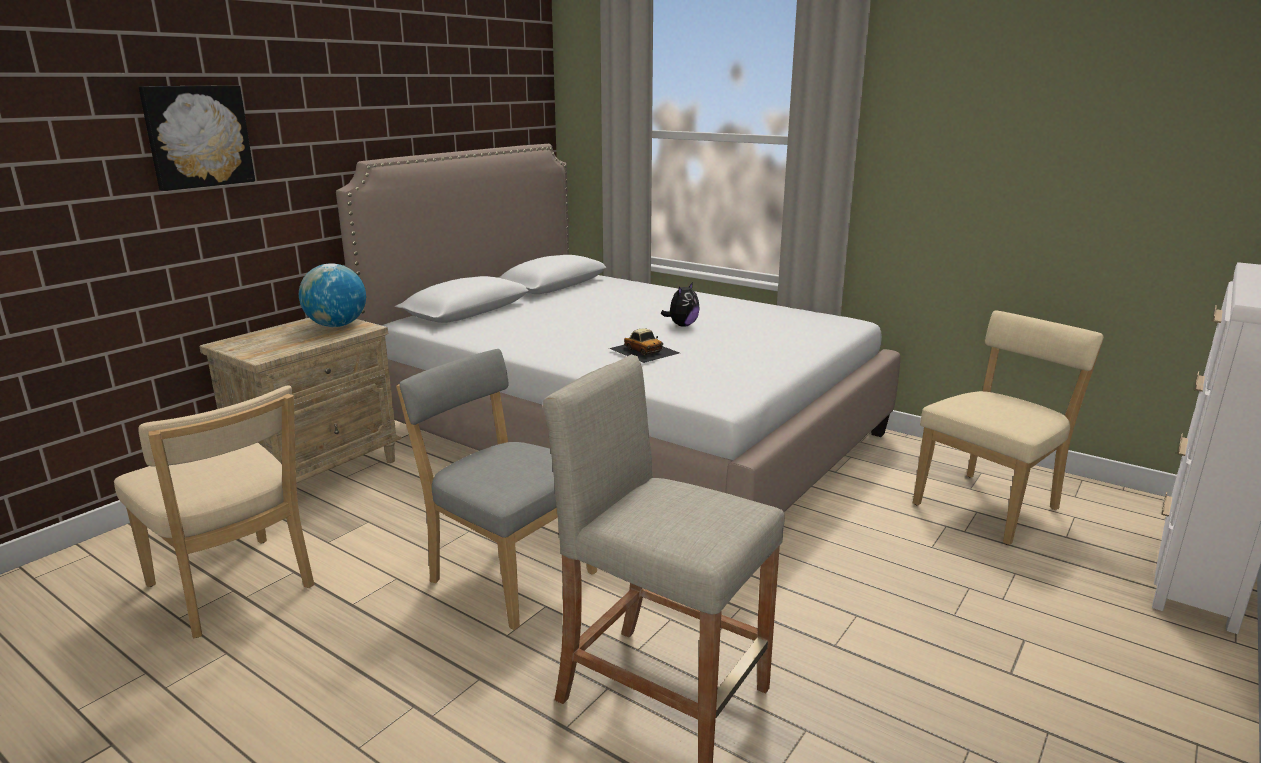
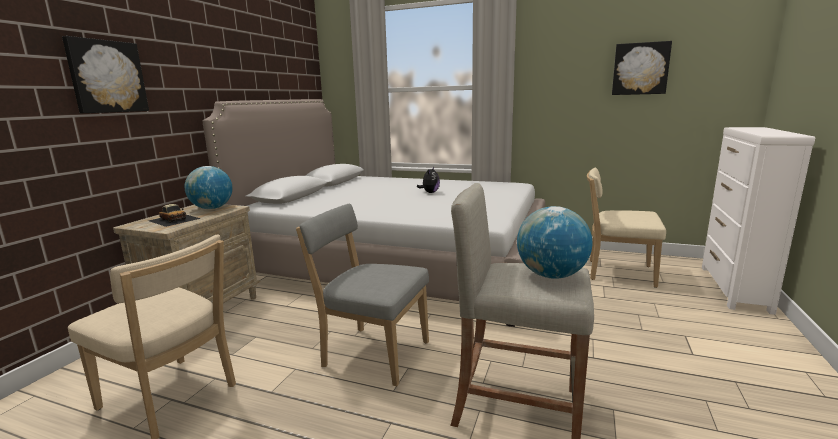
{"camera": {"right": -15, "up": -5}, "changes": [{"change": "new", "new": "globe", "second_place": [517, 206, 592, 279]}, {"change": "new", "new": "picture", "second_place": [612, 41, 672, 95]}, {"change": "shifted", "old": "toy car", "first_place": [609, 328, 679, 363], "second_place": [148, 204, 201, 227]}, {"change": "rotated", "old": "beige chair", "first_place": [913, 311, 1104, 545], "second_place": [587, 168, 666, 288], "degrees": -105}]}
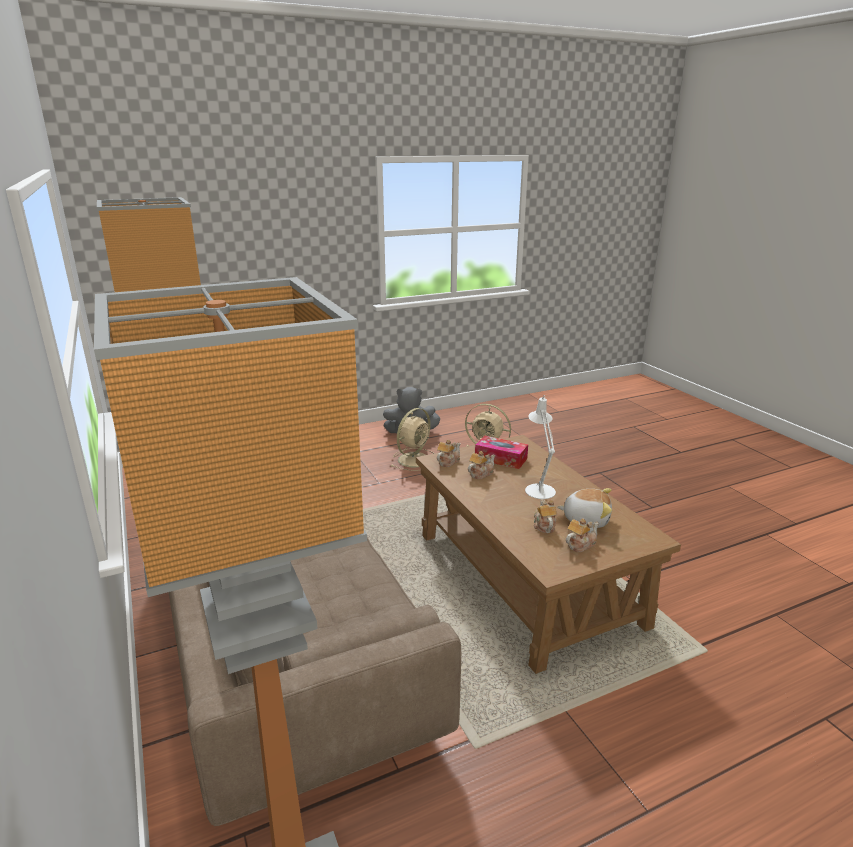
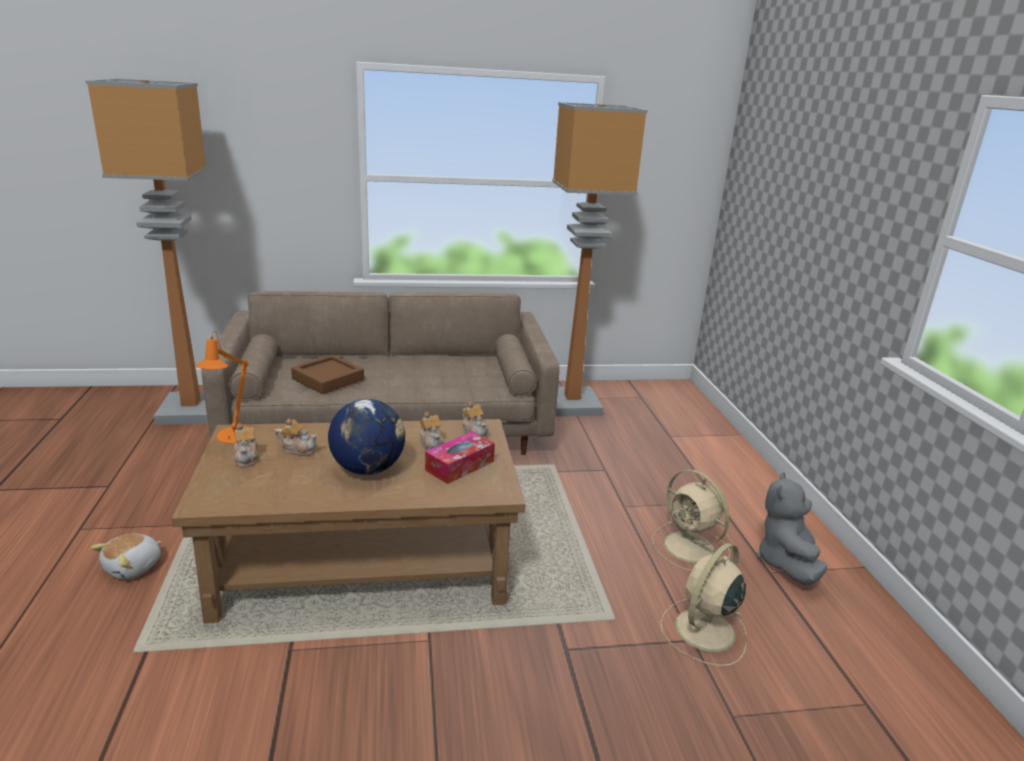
{"camera": {"right": 105, "up": 0}, "changes": [{"change": "new", "new": "orange table lamp", "second_place": [196, 331, 249, 444]}, {"change": "new", "new": "brown tray", "second_place": [291, 355, 364, 394]}, {"change": "shifted", "old": "plush toy", "first_place": [557, 488, 612, 528], "second_place": [91, 533, 162, 580]}, {"change": "swapped", "old": "white table lamp", "new": "globe", "first_place": [525, 395, 556, 499], "second_place": [328, 399, 405, 475]}]}
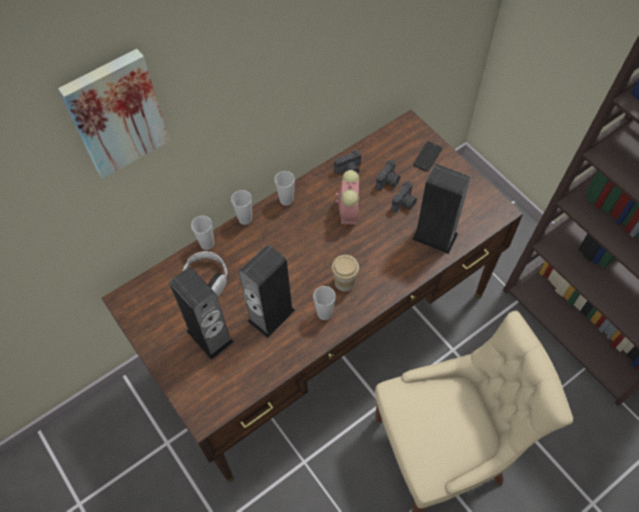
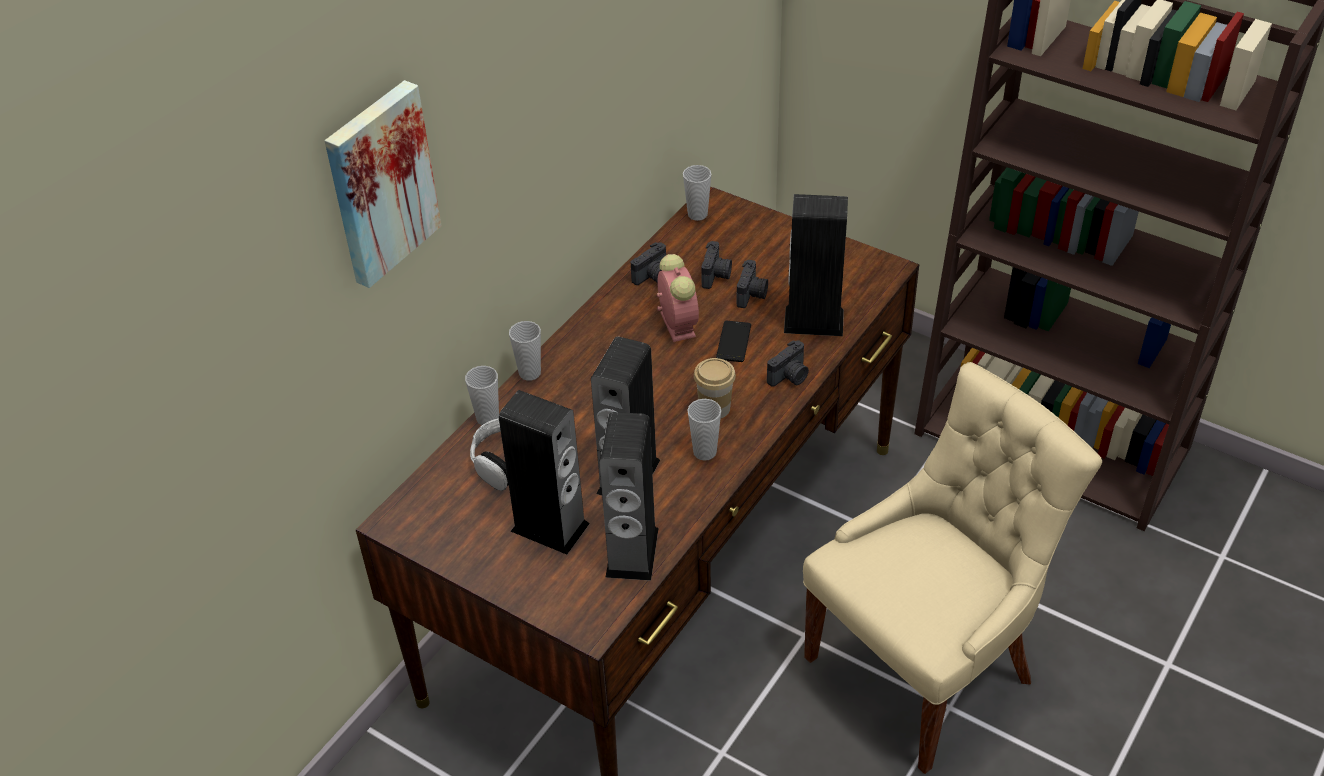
{"camera": {"right": -20, "up": -15}, "changes": [{"change": "new", "new": "speaker", "second_place": [599, 412, 658, 581]}, {"change": "new", "new": "photo camera", "second_place": [767, 340, 809, 387]}, {"change": "shifted", "old": "cup", "first_place": [274, 171, 295, 206], "second_place": [683, 165, 711, 221]}, {"change": "shifted", "old": "phone", "first_place": [413, 141, 443, 172], "second_place": [716, 321, 751, 362]}]}
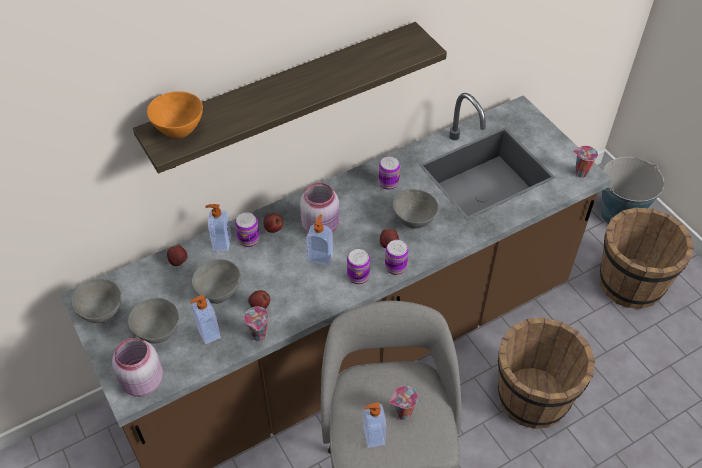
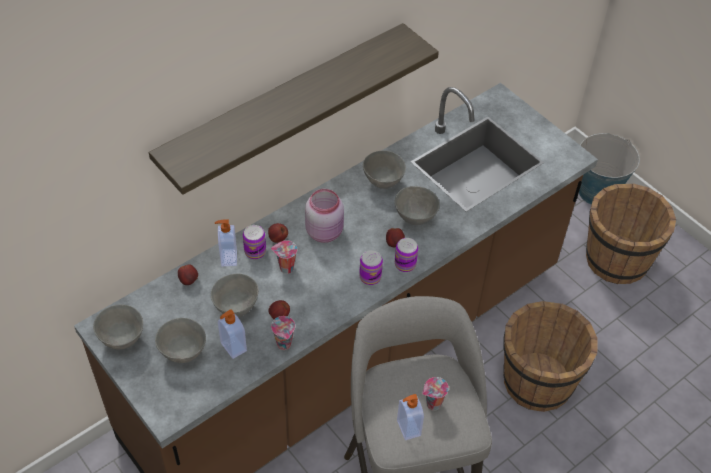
{"camera": {"right": -10, "up": 0}, "changes": [{"change": "gone", "old": "pink jar", "first_place": [112, 338, 163, 397]}, {"change": "gone", "old": "orange bowl", "first_place": [147, 91, 203, 138]}, {"change": "gone", "old": "soap dispenser", "first_place": [306, 215, 333, 266]}, {"change": "shifted", "old": "cup", "first_place": [573, 146, 598, 178], "second_place": [271, 240, 297, 274]}, {"change": "swapped", "old": "can", "new": "grey bowl", "first_place": [379, 156, 400, 190], "second_place": [363, 151, 406, 189]}]}
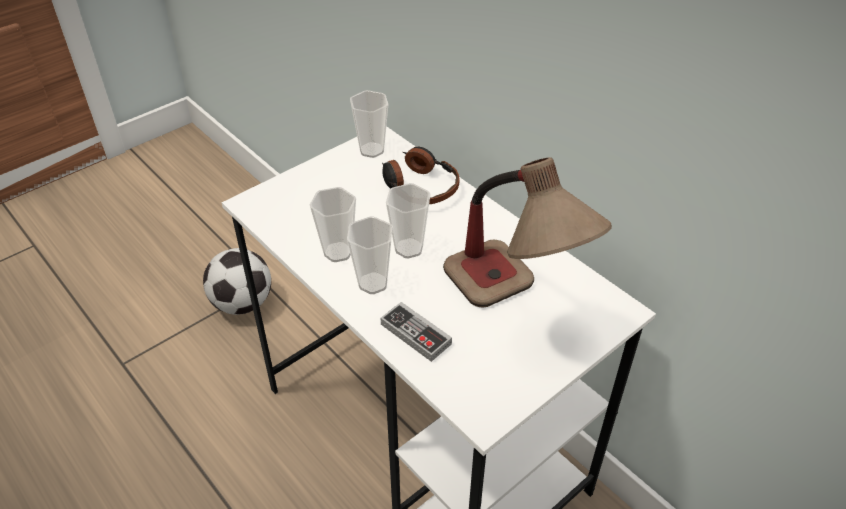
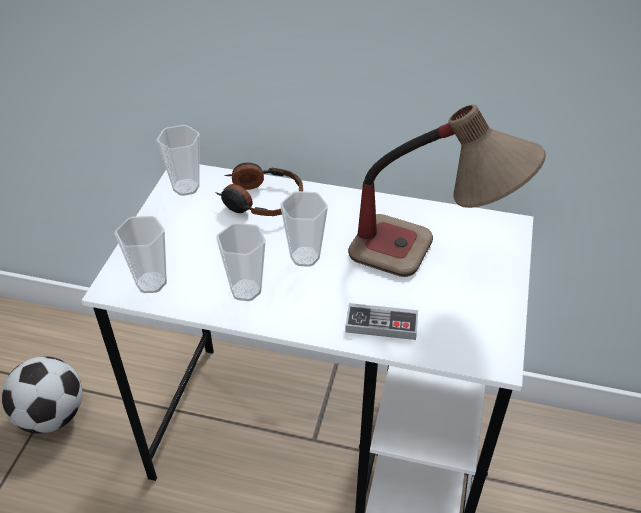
{"camera": {"right": -35, "up": 0}, "changes": [{"change": "shifted", "old": "cup", "first_place": [347, 216, 393, 294], "second_place": [114, 216, 167, 293]}]}
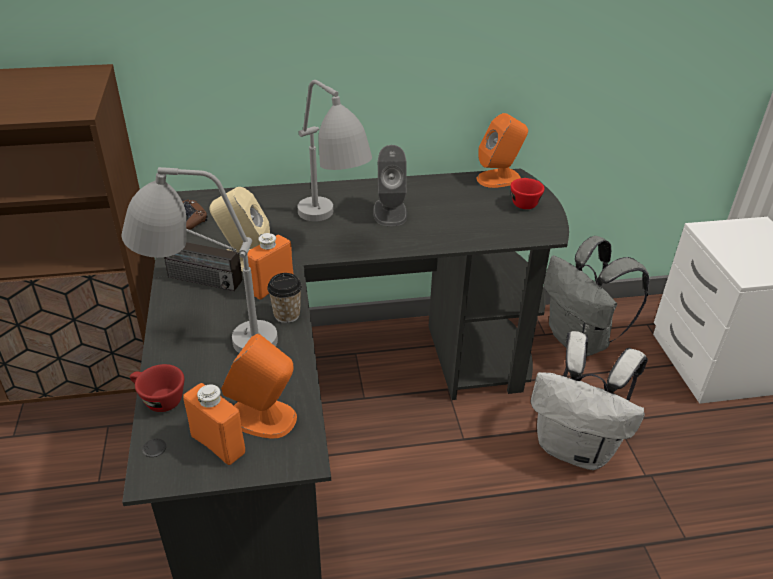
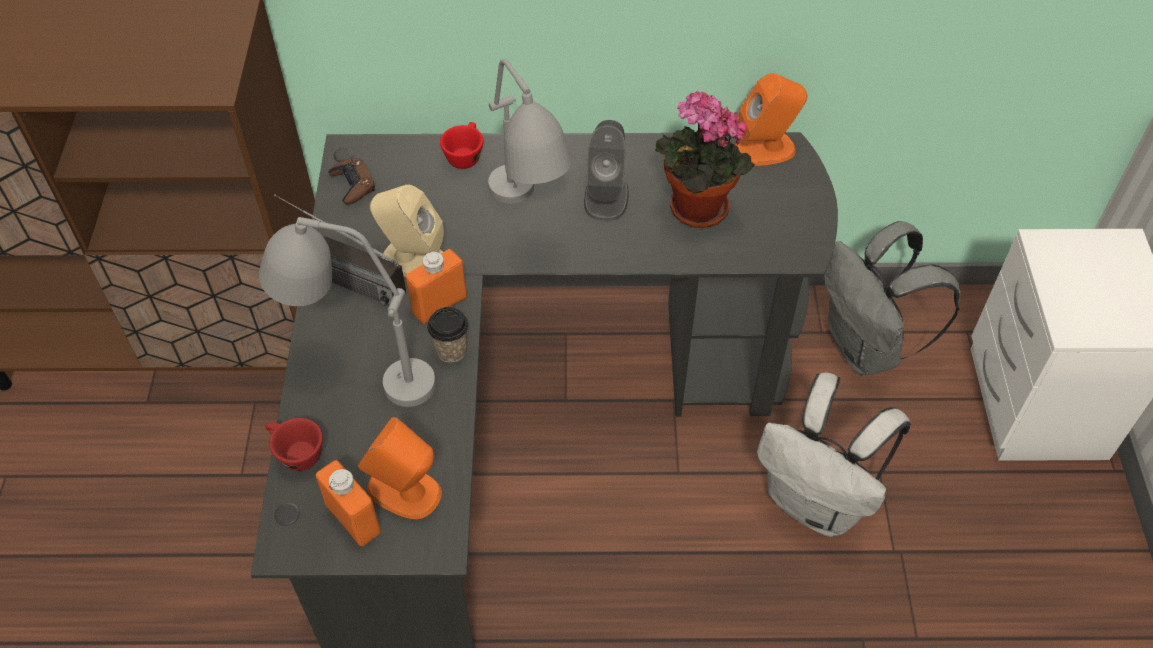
{"camera": {"right": 10, "up": 15}, "changes": [{"change": "new", "new": "potted plant", "second_place": [655, 91, 755, 228]}, {"change": "shifted", "old": "red cup", "first_place": [511, 178, 545, 209], "second_place": [440, 122, 483, 169]}]}
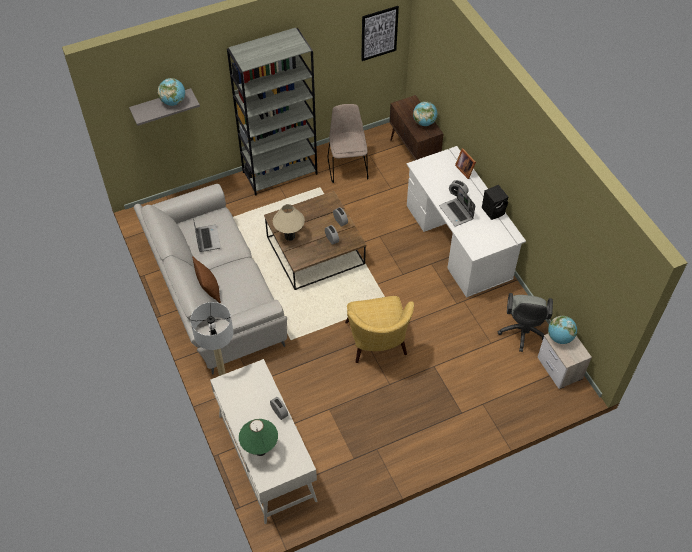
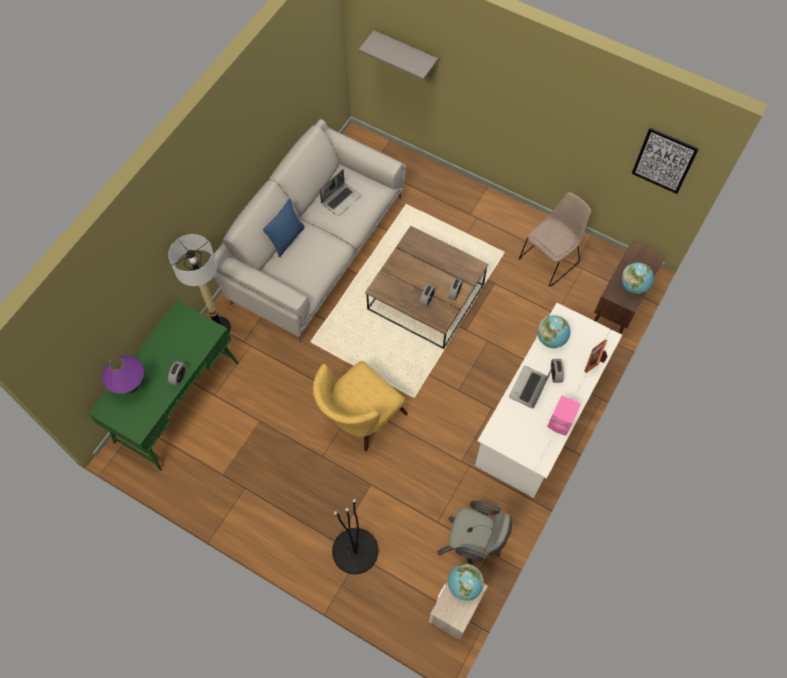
{"camera": {"right": 55, "up": 10}, "changes": [{"change": "gone", "old": "grey bookcase", "first_place": [227, 28, 317, 196]}, {"change": "gone", "old": "beige table lamp", "first_place": [273, 204, 305, 241]}, {"change": "new", "new": "black floor lamp", "second_place": [332, 499, 378, 574]}, {"change": "shifted", "old": "globe", "first_place": [158, 78, 185, 106], "second_place": [537, 315, 570, 348]}, {"change": "repainted", "old": "brown pillow", "new": "blue pillow", "first_place": [192, 256, 221, 304], "second_place": [263, 199, 305, 257]}, {"change": "repainted", "old": "white desk", "new": "green desk", "first_place": [210, 359, 317, 524], "second_place": [89, 301, 239, 471]}, {"change": "repainted", "old": "green table lamp", "new": "purple table lamp", "first_place": [239, 419, 278, 456], "second_place": [102, 355, 144, 394]}, {"change": "repainted", "old": "black speaker", "new": "pink speaker", "first_place": [482, 185, 508, 220], "second_place": [547, 395, 581, 436]}, {"change": "rotated", "old": "grey office chair", "first_place": [497, 293, 553, 352], "second_place": [437, 501, 512, 565], "degrees": -135}]}
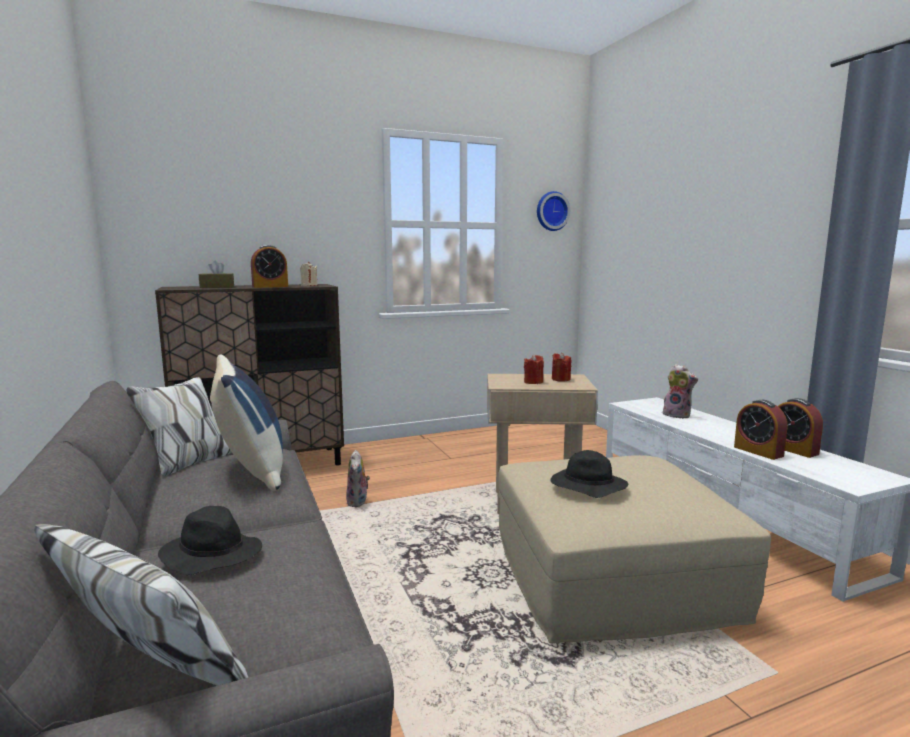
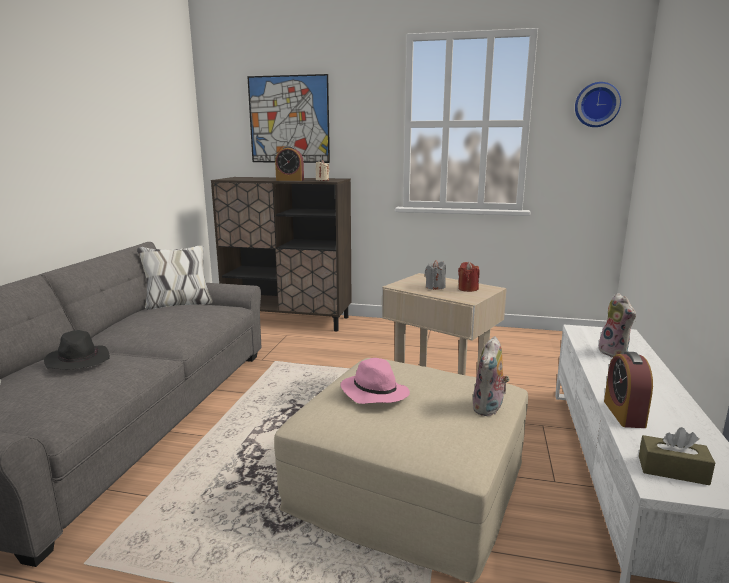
{"camera": {"right": 35, "up": 5}, "changes": [{"change": "gone", "old": "blue pillow", "first_place": [210, 355, 283, 491]}, {"change": "gone", "old": "alarm clock", "first_place": [778, 398, 823, 458]}, {"change": "new", "new": "picture", "second_place": [247, 74, 330, 163]}, {"change": "shifted", "old": "brown tissue box", "first_place": [199, 261, 234, 288], "second_place": [639, 427, 715, 485]}, {"change": "shifted", "old": "plush toy", "first_place": [346, 450, 370, 507], "second_place": [473, 336, 510, 416]}, {"change": "repainted", "old": "red candle", "new": "grey candle", "first_place": [524, 354, 544, 384], "second_place": [425, 260, 446, 290]}, {"change": "repainted", "old": "black hat", "new": "pink hat", "first_place": [550, 450, 628, 498], "second_place": [341, 358, 410, 404]}]}
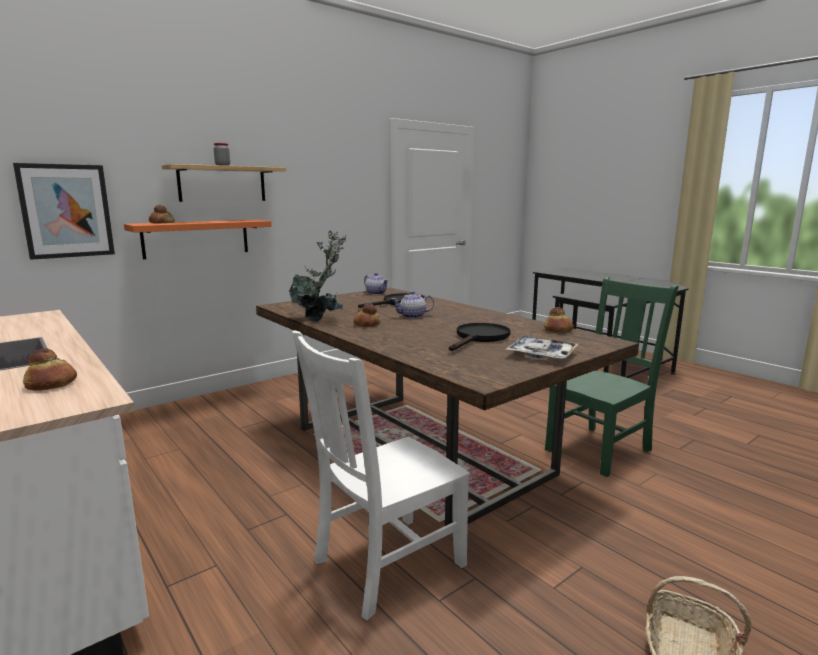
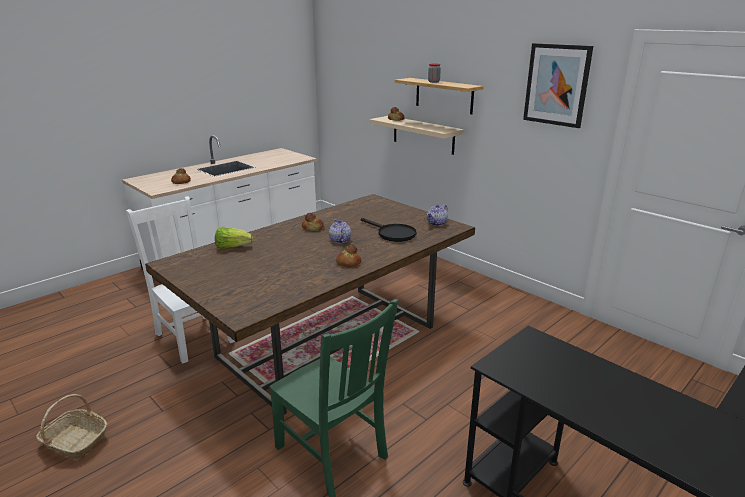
{"camera": {"right": 85, "up": 10}, "changes": [{"change": "gone", "old": "potted plant", "first_place": [289, 230, 346, 322]}, {"change": "gone", "old": "black frying pan", "first_place": [449, 323, 511, 351]}, {"change": "gone", "old": "tray", "first_place": [506, 336, 578, 359]}, {"change": "new", "new": "lettuce", "second_place": [215, 227, 253, 249]}, {"change": "shifted", "old": "picture", "first_place": [13, 163, 115, 260], "second_place": [523, 43, 593, 128]}, {"change": "shifted", "old": "bread", "first_place": [544, 307, 574, 333], "second_place": [336, 245, 361, 267]}, {"change": "repainted", "old": "orange shelf", "new": "beige shelf", "first_place": [124, 220, 272, 259], "second_place": [369, 116, 464, 155]}]}
